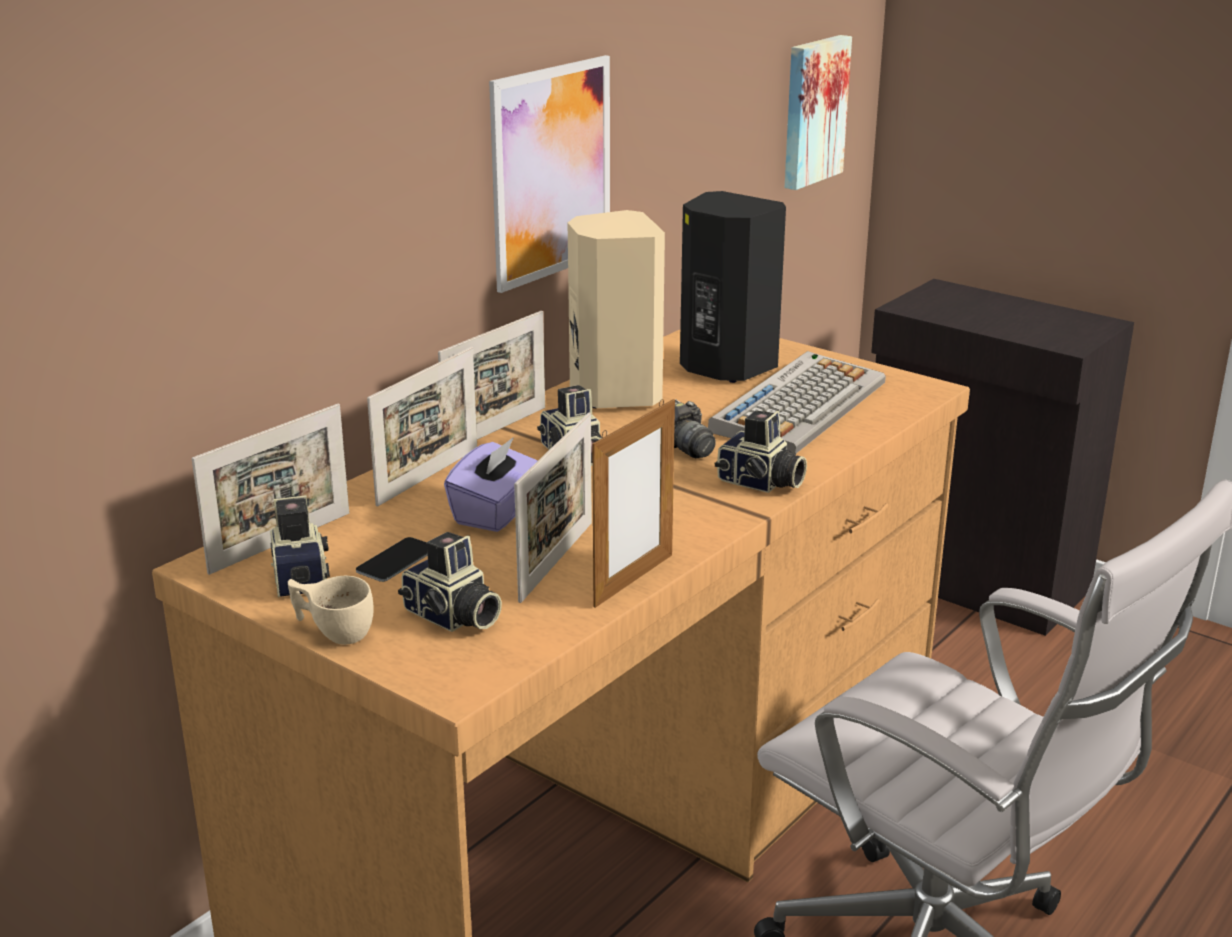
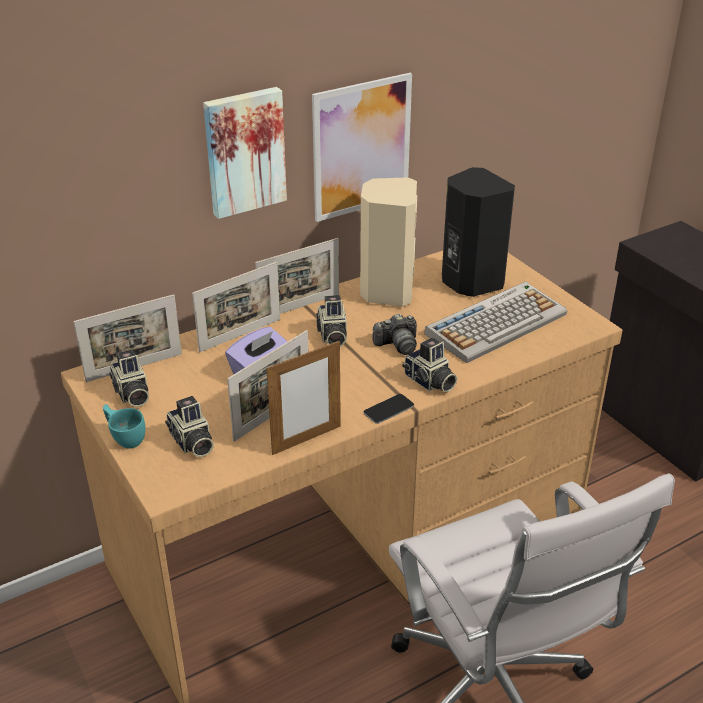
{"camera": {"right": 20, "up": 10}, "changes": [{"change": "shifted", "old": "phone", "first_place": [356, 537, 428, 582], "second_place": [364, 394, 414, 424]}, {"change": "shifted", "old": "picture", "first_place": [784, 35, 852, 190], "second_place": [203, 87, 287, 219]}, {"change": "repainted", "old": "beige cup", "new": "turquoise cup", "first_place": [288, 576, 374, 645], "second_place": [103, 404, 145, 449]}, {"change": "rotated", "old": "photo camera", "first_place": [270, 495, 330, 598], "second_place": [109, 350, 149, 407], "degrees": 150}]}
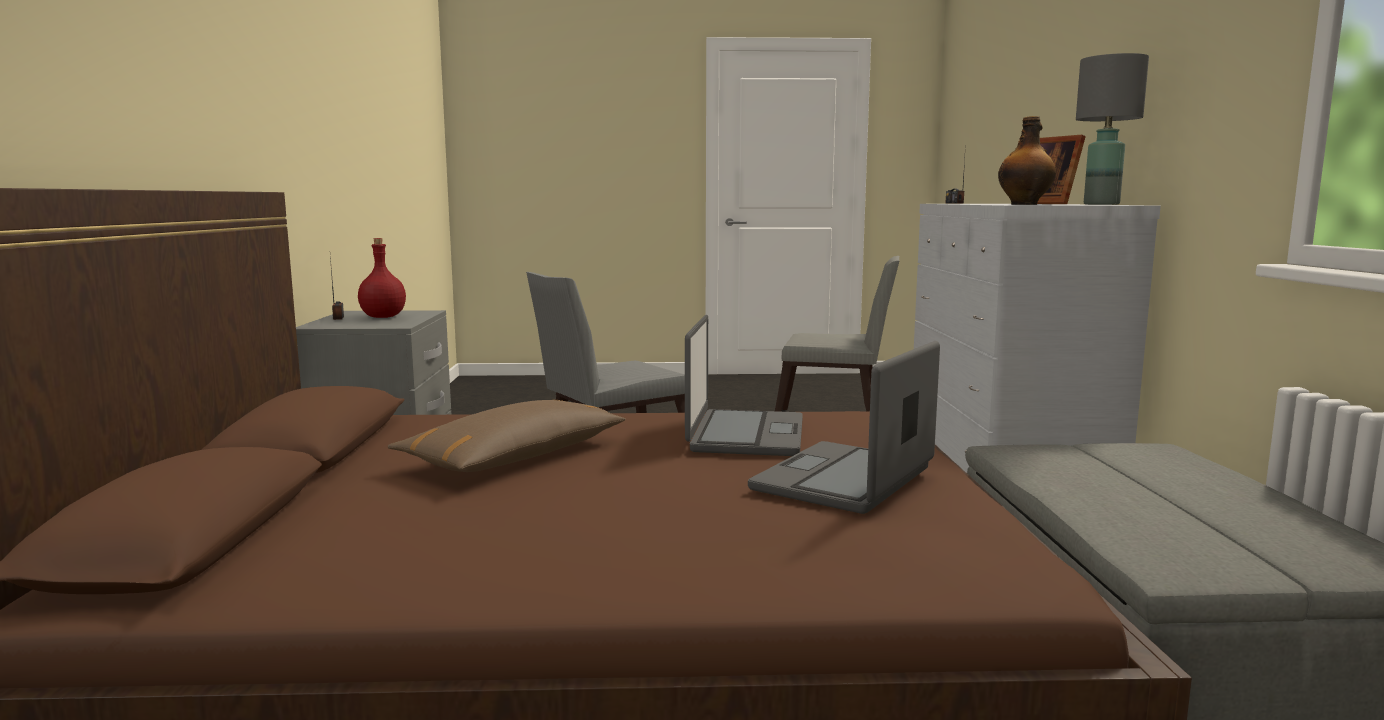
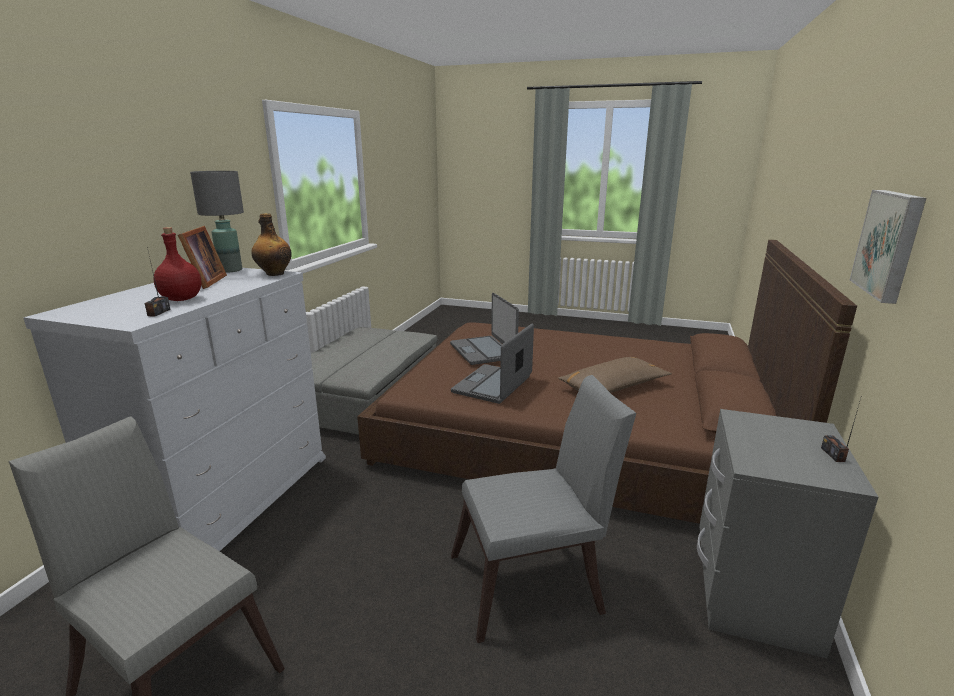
{"camera": {"right": -160, "up": 10}, "changes": [{"change": "new", "new": "picture", "second_place": [850, 190, 926, 304]}, {"change": "shifted", "old": "red bottle", "first_place": [358, 238, 406, 318], "second_place": [154, 227, 202, 301]}, {"change": "rotated", "old": "laptop", "first_place": [748, 341, 940, 514], "second_place": [450, 293, 519, 365], "degrees": 105}]}
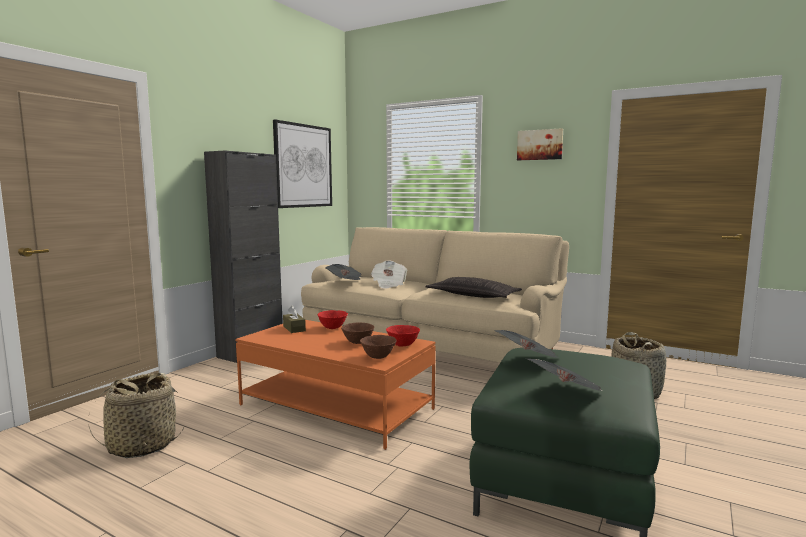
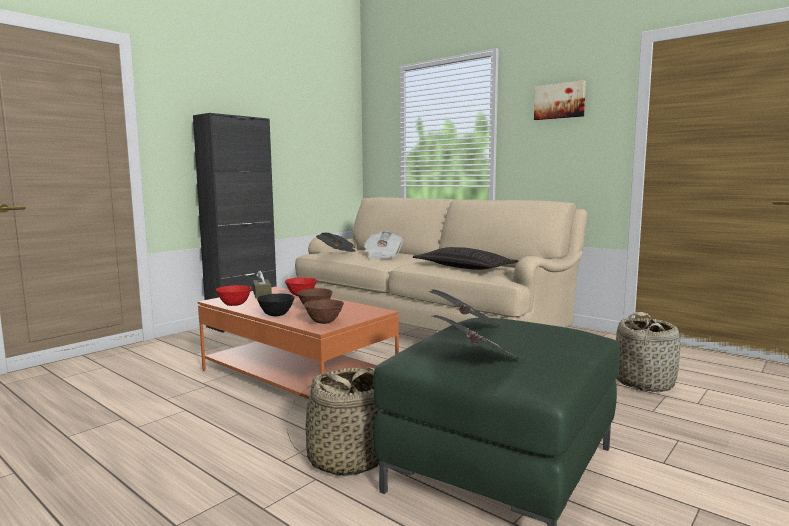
{"camera": {"right": 10, "up": 0}, "changes": [{"change": "gone", "old": "picture", "first_place": [273, 119, 332, 208]}, {"change": "new", "new": "black bowl", "second_place": [257, 294, 295, 316]}, {"change": "shifted", "old": "basket", "first_place": [89, 372, 185, 458], "second_place": [287, 367, 382, 476]}, {"change": "shifted", "old": "red bowl", "first_place": [386, 325, 420, 347], "second_place": [216, 285, 251, 306]}]}
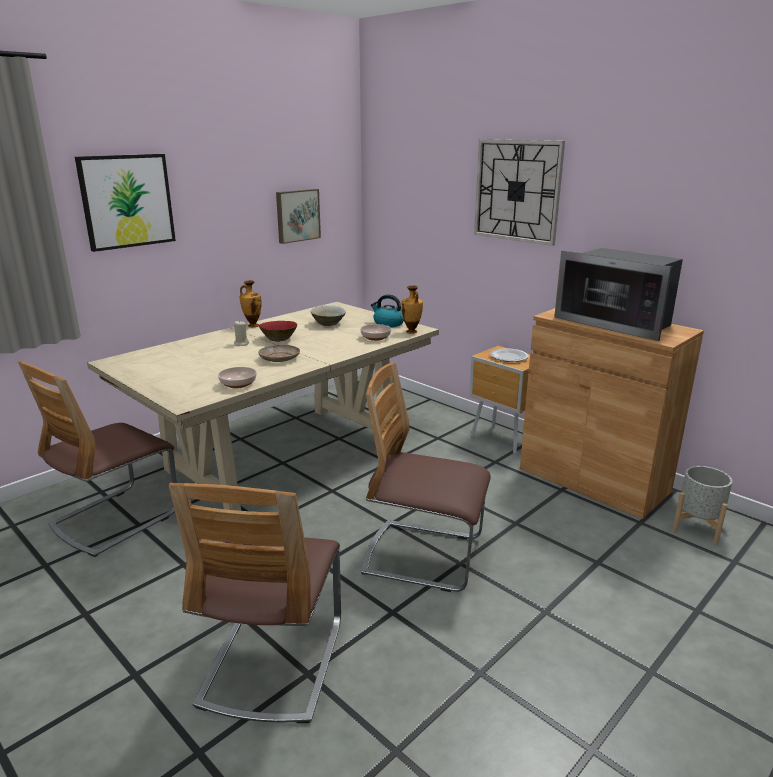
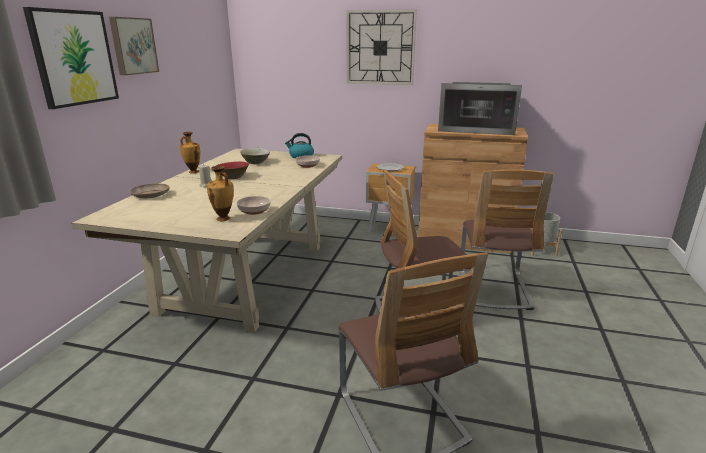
{"camera": {"right": -30, "up": 0}, "changes": [{"change": "shifted", "old": "chair", "first_place": [18, 361, 177, 557], "second_place": [459, 169, 554, 310]}, {"change": "shifted", "old": "beige plate", "first_place": [258, 345, 300, 362], "second_place": [130, 183, 170, 198]}, {"change": "shifted", "old": "picture", "first_place": [276, 189, 321, 244], "second_place": [109, 17, 159, 75]}, {"change": "shifted", "old": "vase", "first_place": [401, 285, 423, 334], "second_place": [207, 166, 233, 221]}]}
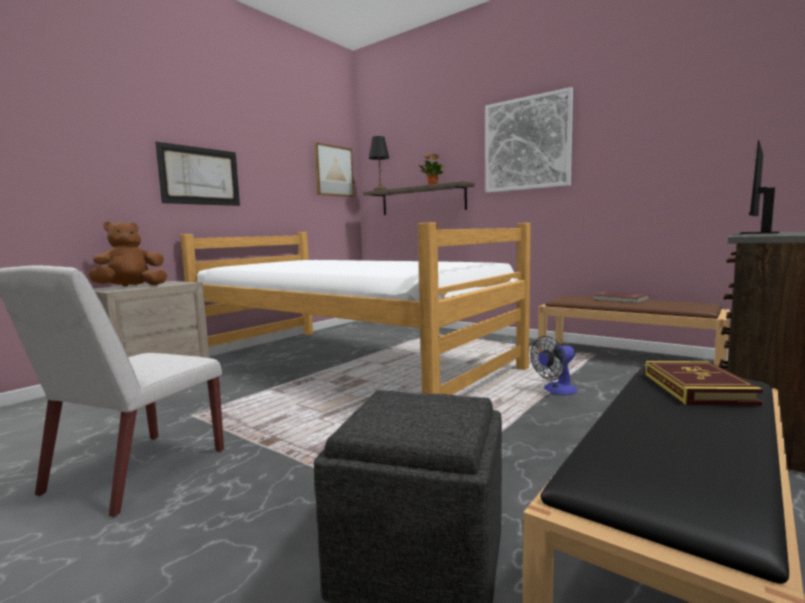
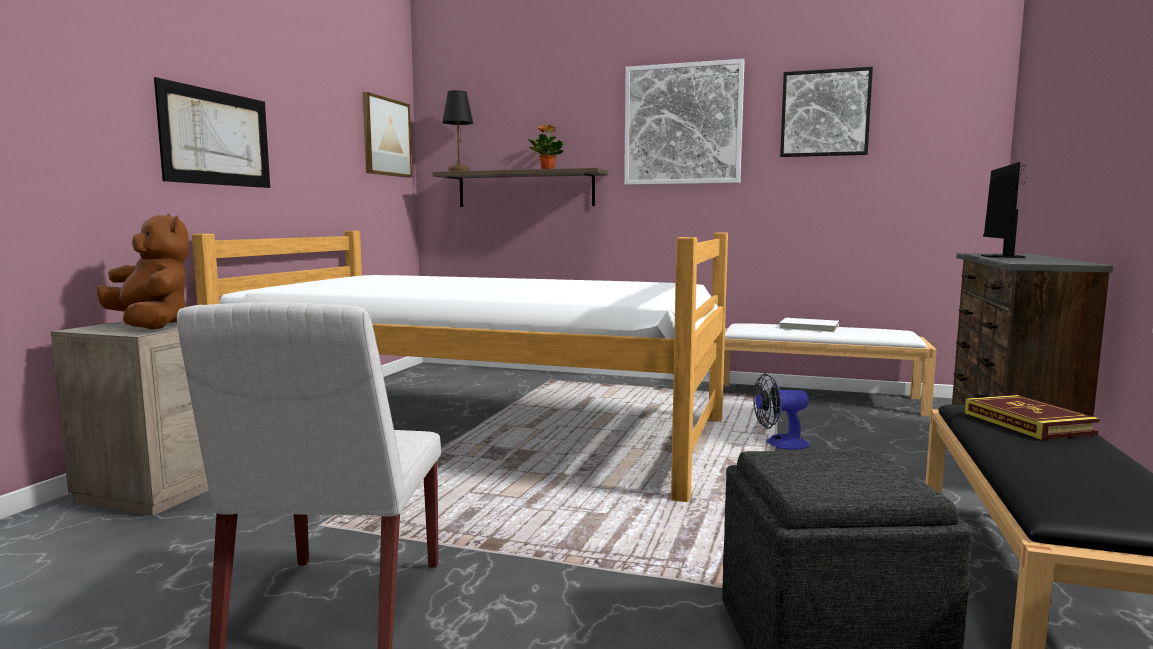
{"camera": {"right": -20, "up": 0}, "changes": [{"change": "new", "new": "picture", "second_place": [780, 67, 873, 157]}, {"change": "repainted", "old": "brown bench", "new": "white bench", "first_place": [538, 295, 730, 369], "second_place": [723, 323, 936, 416]}, {"change": "repainted", "old": "red book", "new": "white book", "first_place": [593, 291, 650, 303], "second_place": [779, 318, 839, 332]}, {"change": "rotated", "old": "brown plush toy", "first_place": [88, 221, 167, 286], "second_place": [97, 213, 189, 329], "degrees": 105}, {"change": "rotated", "old": "fan", "first_place": [531, 336, 578, 395], "second_place": [753, 374, 809, 450], "degrees": 45}]}
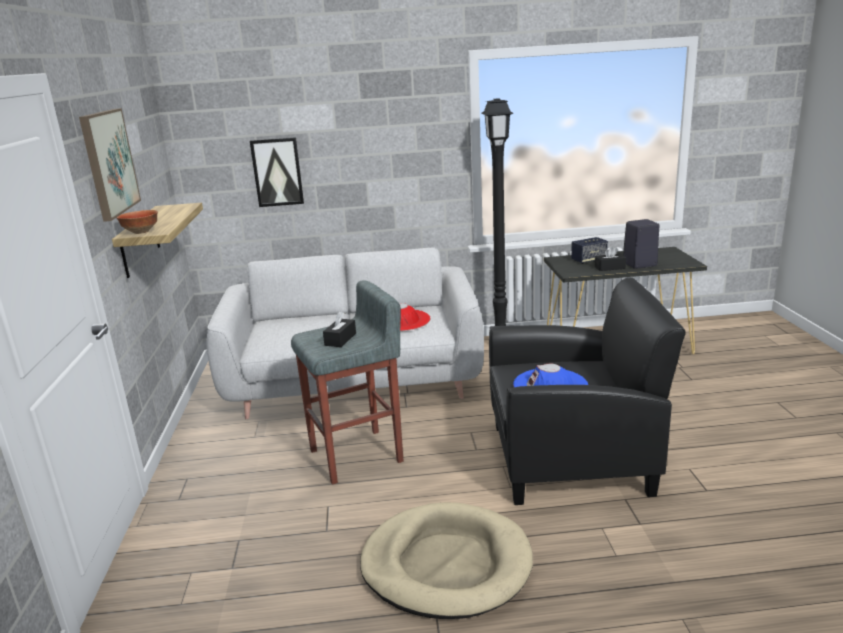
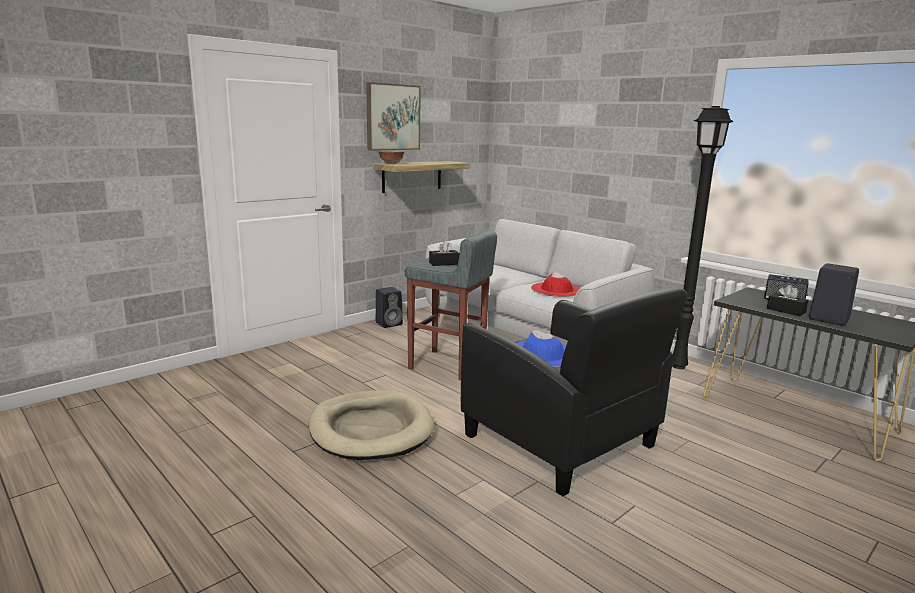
{"camera": {"right": 50, "up": -5}, "changes": [{"change": "gone", "old": "picture", "first_place": [250, 137, 304, 207]}, {"change": "new", "new": "black speaker", "second_place": [376, 287, 403, 328]}]}
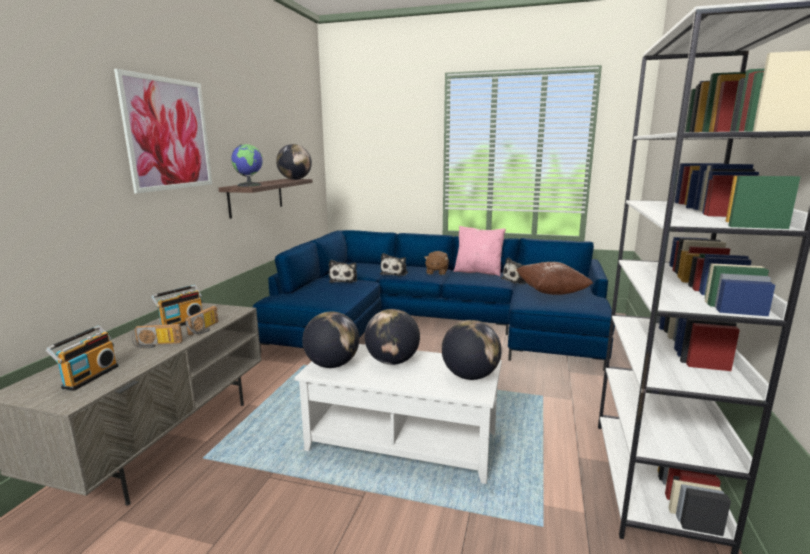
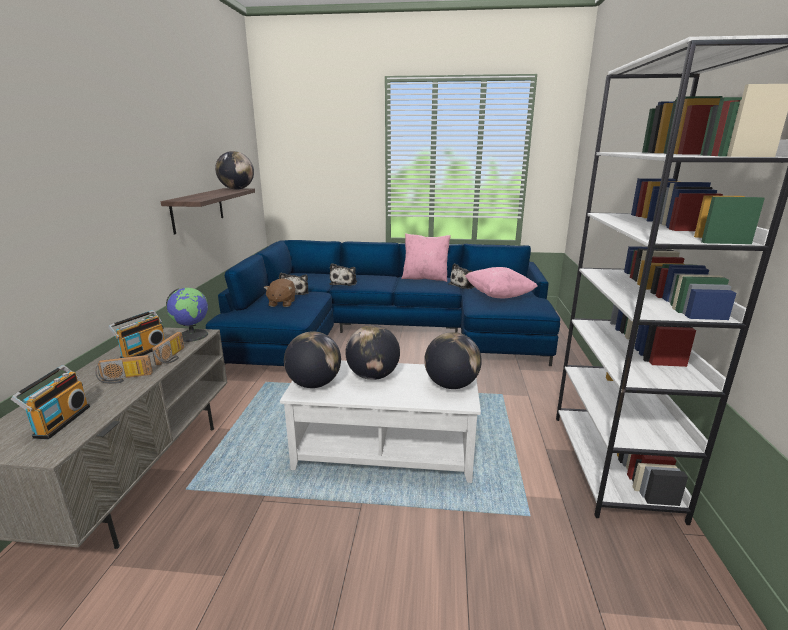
{"camera": {"right": -10, "up": 5}, "changes": [{"change": "gone", "old": "picture", "first_place": [114, 69, 212, 194]}, {"change": "shifted", "old": "globe", "first_place": [231, 144, 263, 186], "second_place": [166, 288, 208, 342]}, {"change": "shifted", "old": "brown plush toy", "first_place": [424, 251, 449, 275], "second_place": [264, 278, 295, 307]}, {"change": "repainted", "old": "brown pillow", "new": "pink pillow", "first_place": [516, 262, 593, 295], "second_place": [465, 267, 537, 298]}]}
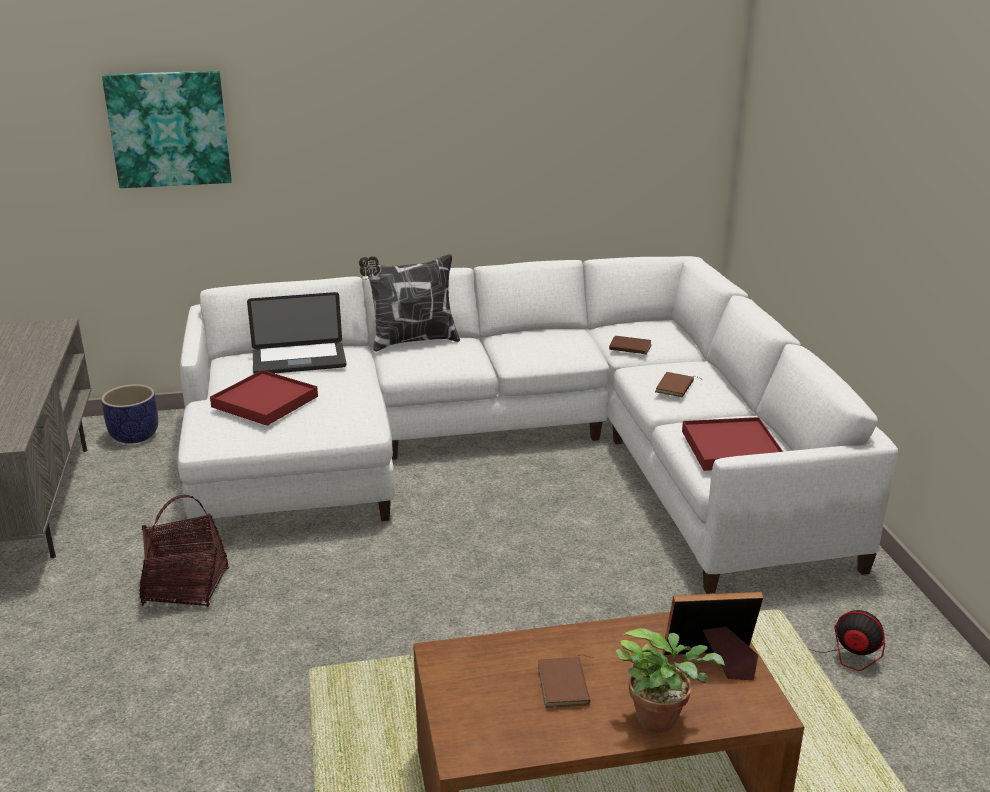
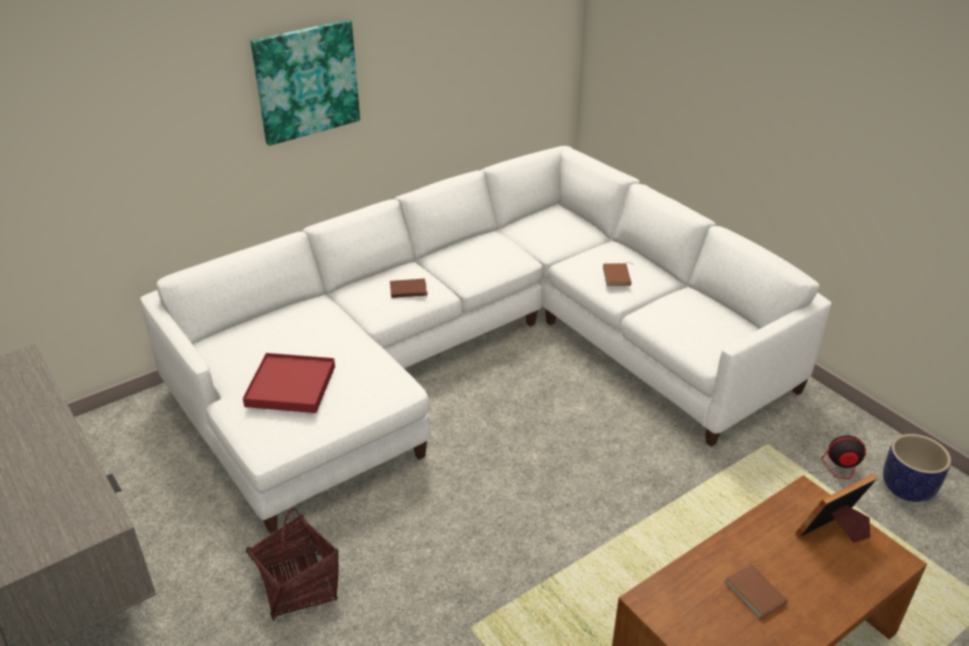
{"camera": {"right": -25, "up": 10}, "changes": [{"change": "gone", "old": "laptop", "first_place": [247, 292, 346, 374]}, {"change": "gone", "old": "pillow", "first_place": [359, 254, 460, 352]}, {"change": "gone", "old": "potted plant", "first_place": [615, 628, 725, 733]}, {"change": "gone", "old": "red tray", "first_place": [682, 417, 783, 471]}, {"change": "shifted", "old": "planter", "first_place": [101, 384, 158, 444], "second_place": [883, 434, 951, 502]}, {"change": "shifted", "old": "picture", "first_place": [102, 71, 232, 188], "second_place": [250, 20, 360, 146]}, {"change": "shifted", "old": "brown book", "first_place": [609, 336, 652, 355], "second_place": [390, 279, 428, 298]}]}
